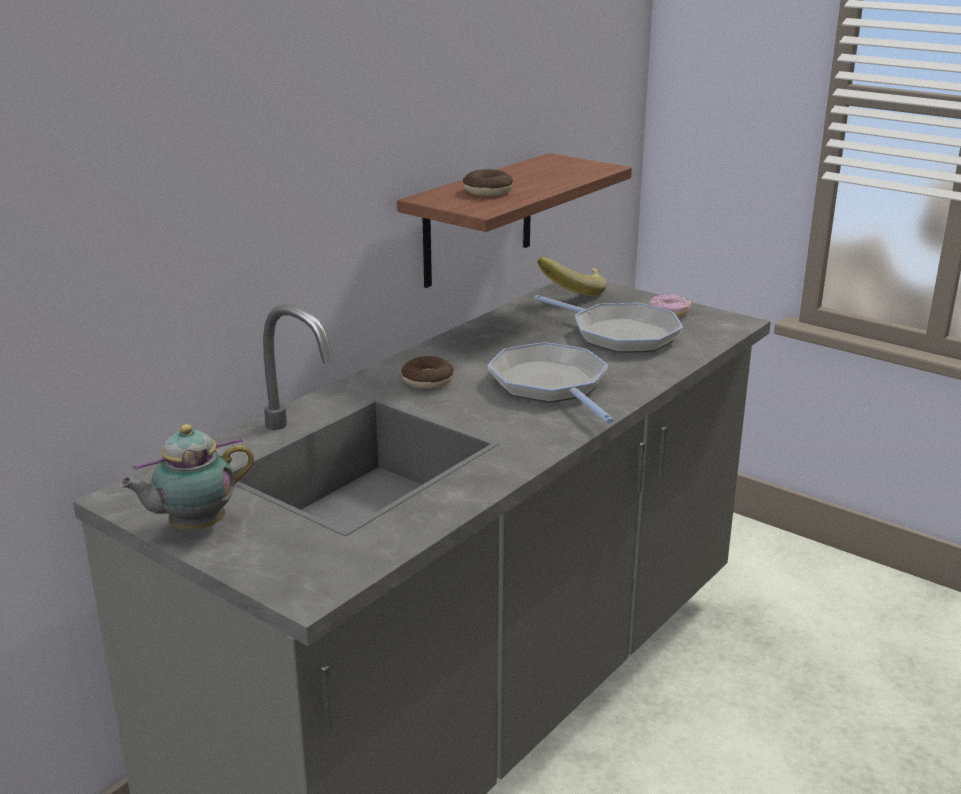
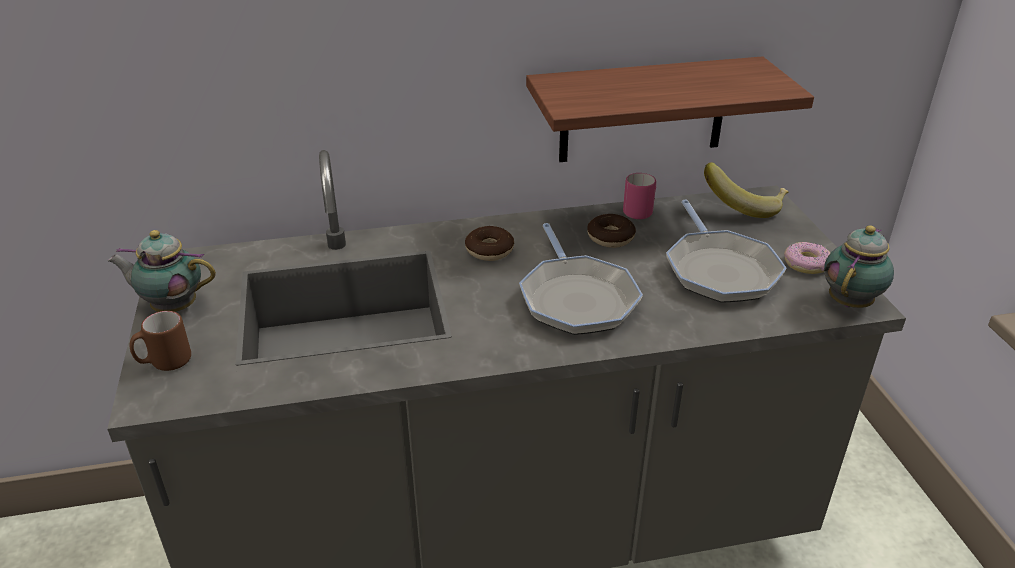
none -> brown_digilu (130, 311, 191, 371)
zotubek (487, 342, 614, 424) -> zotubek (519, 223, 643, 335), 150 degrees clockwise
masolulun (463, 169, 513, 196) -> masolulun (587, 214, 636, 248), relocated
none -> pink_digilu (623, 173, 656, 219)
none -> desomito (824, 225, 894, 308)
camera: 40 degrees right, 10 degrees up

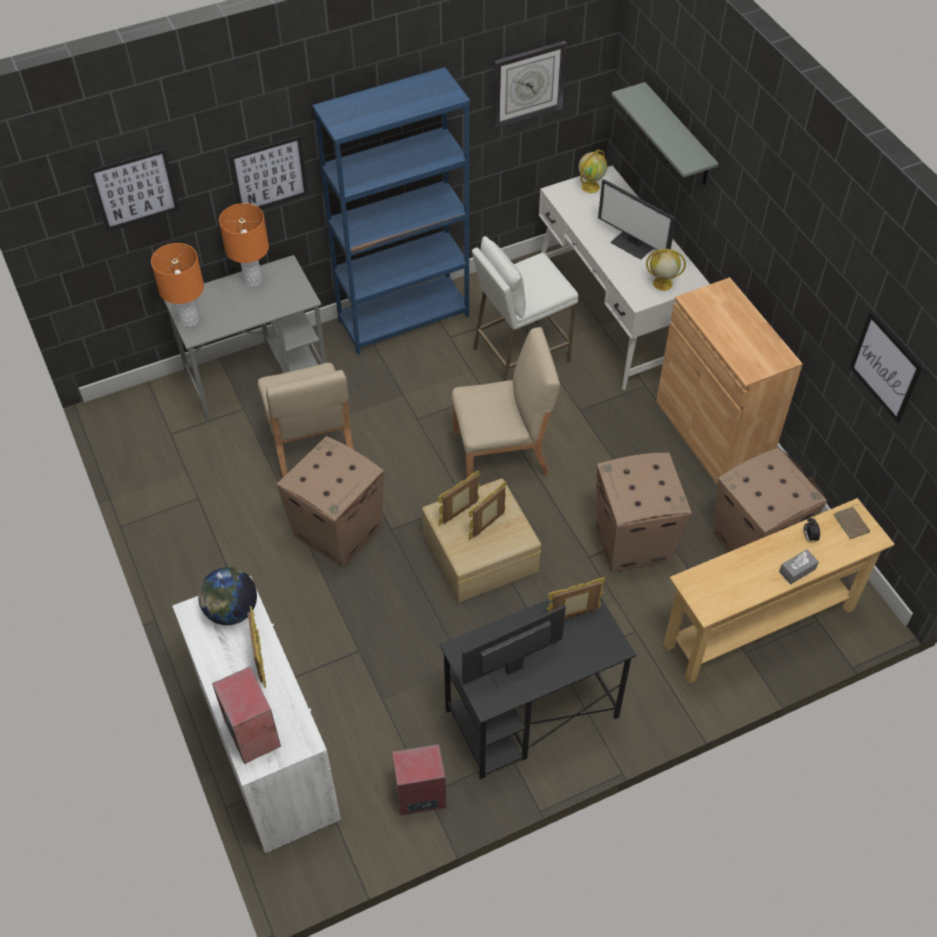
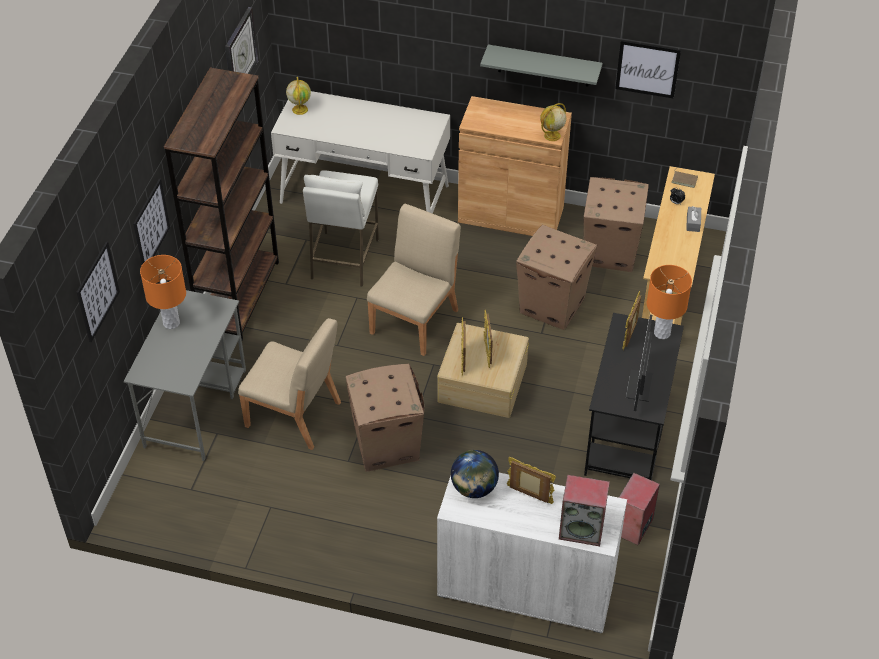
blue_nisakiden (313, 67, 470, 354) -> brown_nisakiden (164, 68, 279, 340)
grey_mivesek (612, 82, 719, 185) -> grey_mivesek (480, 45, 603, 87), relocated
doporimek (646, 249, 686, 291) -> doporimek (540, 103, 566, 141), relocated
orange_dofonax (151, 243, 204, 327) -> orange_dofonax (647, 265, 692, 339), relocated
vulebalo (598, 179, 676, 260) -> none
camera: 50 degrees left, 5 degrees down

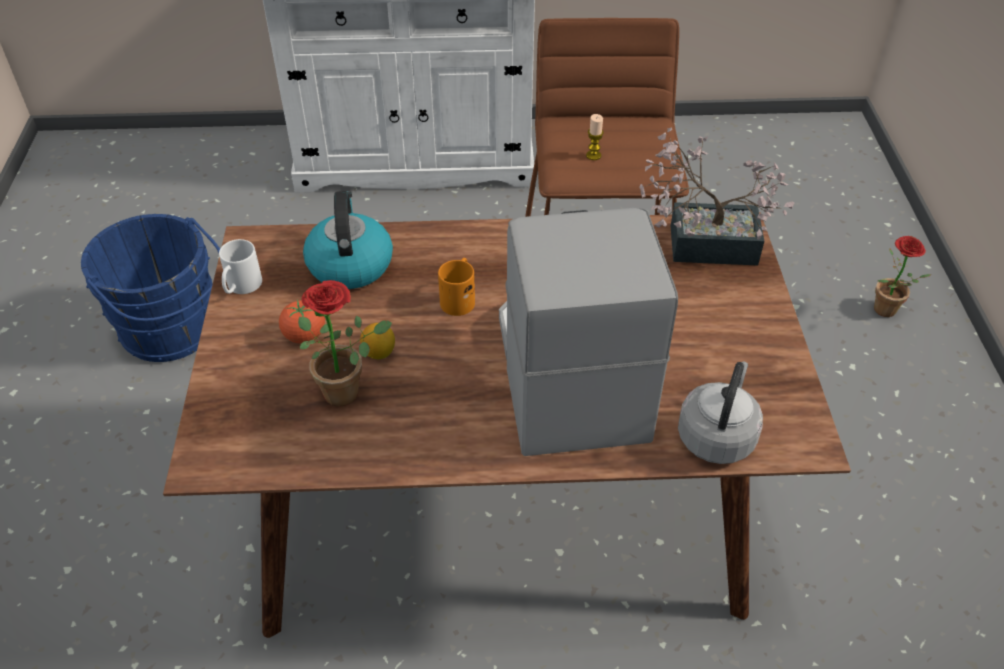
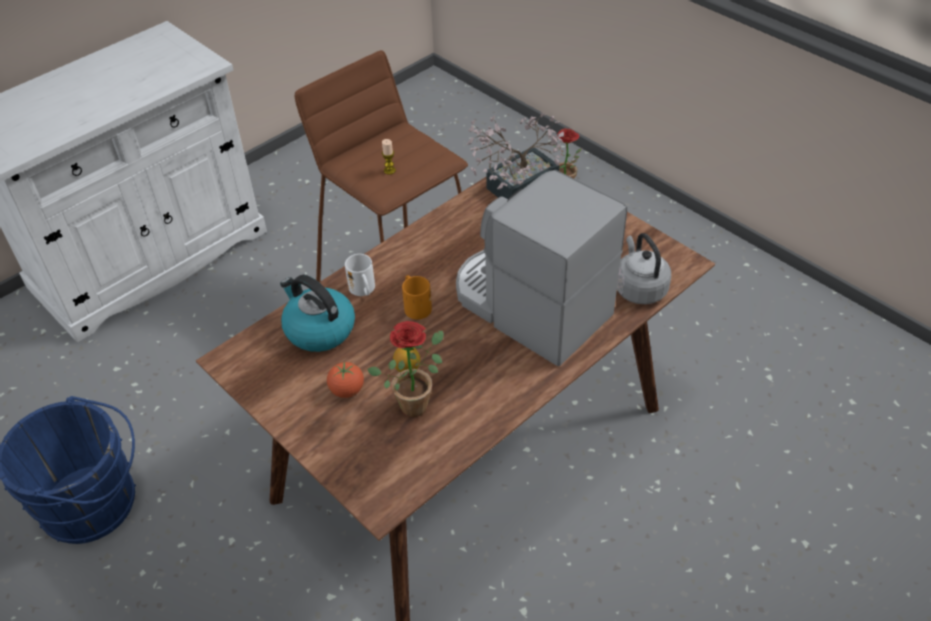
white_digilu (219, 239, 262, 294) -> white_digilu (345, 254, 375, 296), relocated
camera: 40 degrees left, 0 degrees up

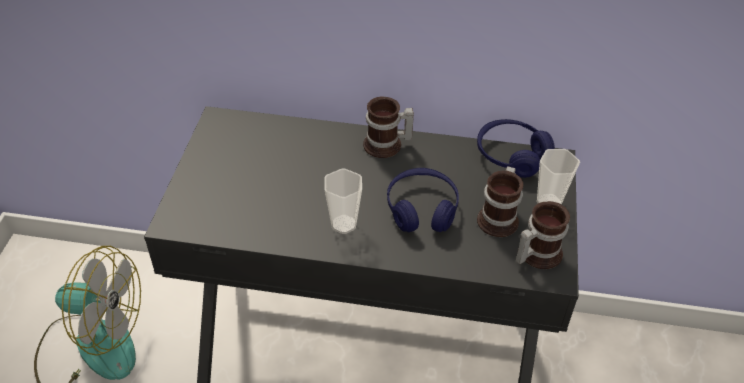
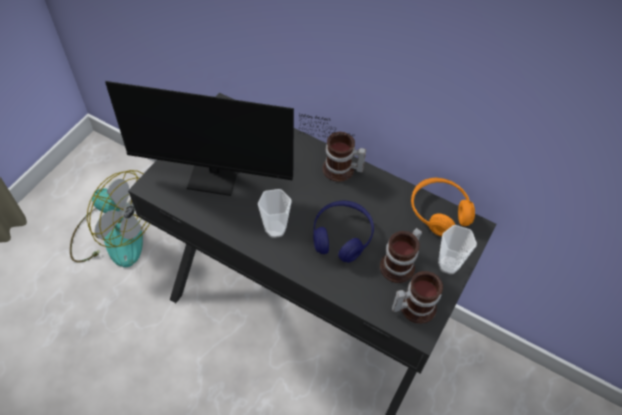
none -> vulebalo (105, 81, 353, 196)
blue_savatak (477, 119, 555, 178) -> orange_savatak (411, 178, 475, 237)
camera: 20 degrees right, 10 degrees up

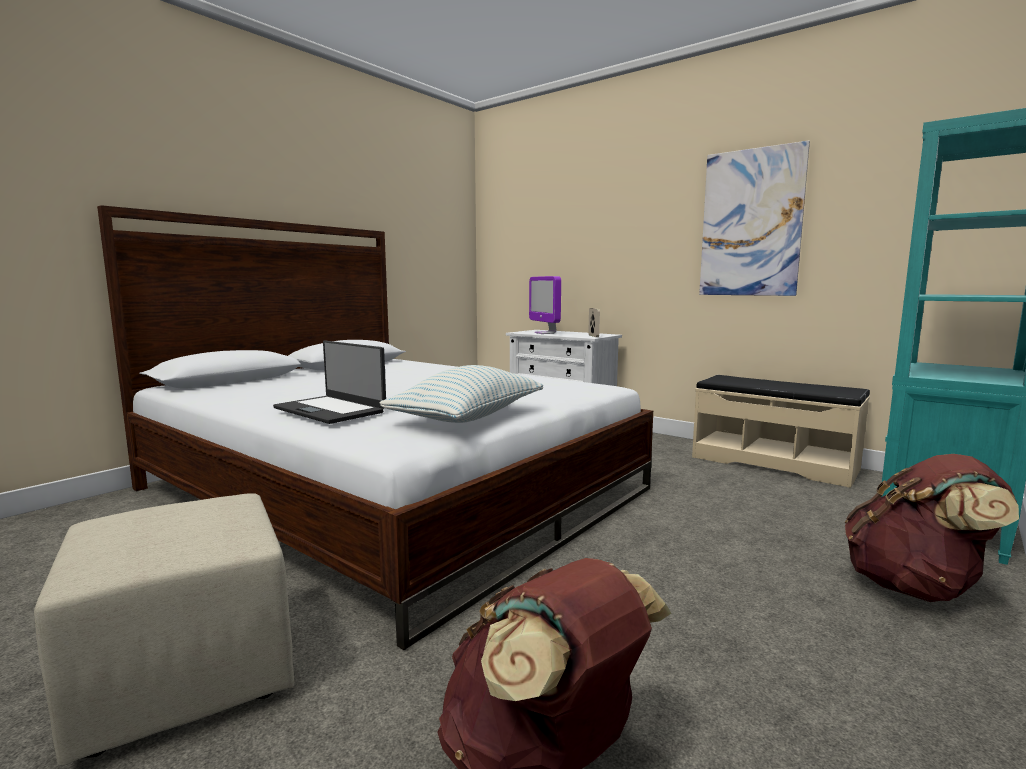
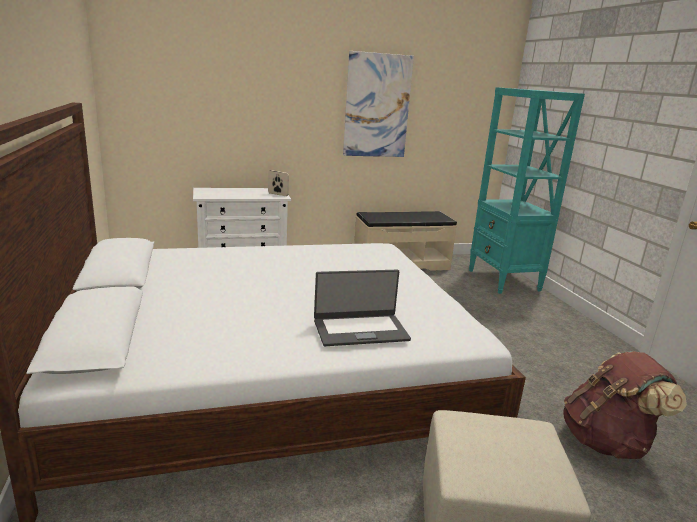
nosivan (380, 365, 543, 423) -> none
vulebalo (529, 276, 561, 334) -> none
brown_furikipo (845, 454, 1019, 602) -> none
camera: 55 degrees left, 10 degrees up

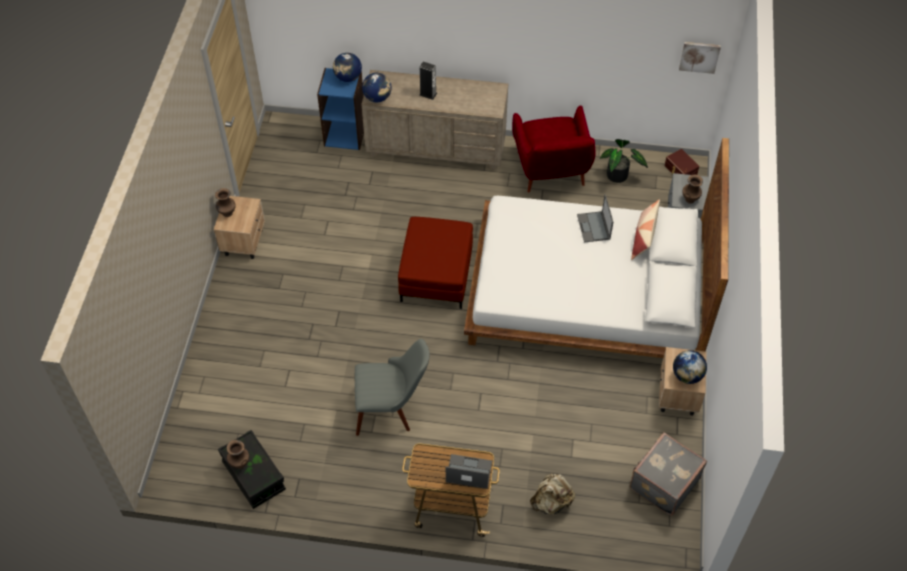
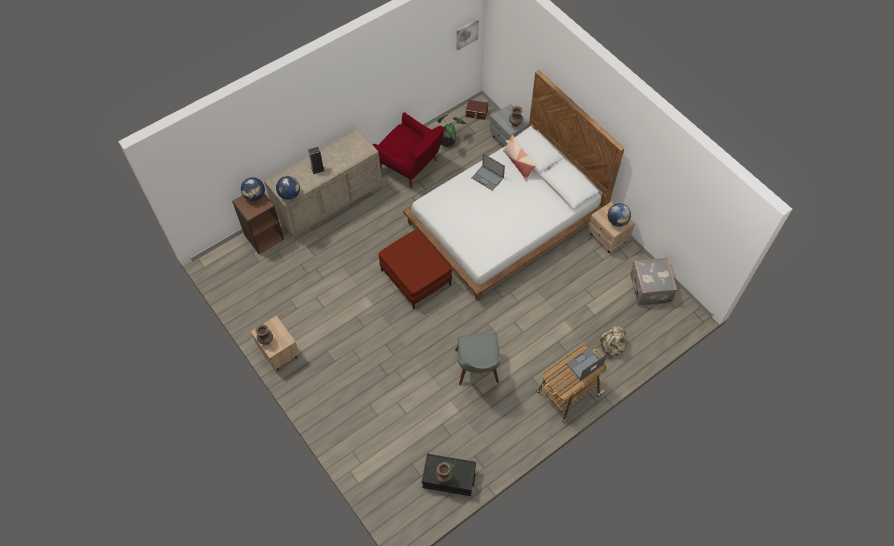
blue_nisakiden (317, 68, 364, 150) -> brown_nisakiden (232, 193, 284, 254)
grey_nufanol (355, 339, 430, 436) -> grey_nufanol (455, 334, 502, 385), 135 degrees clockwise
camera: 45 degrees left, 5 degrees up

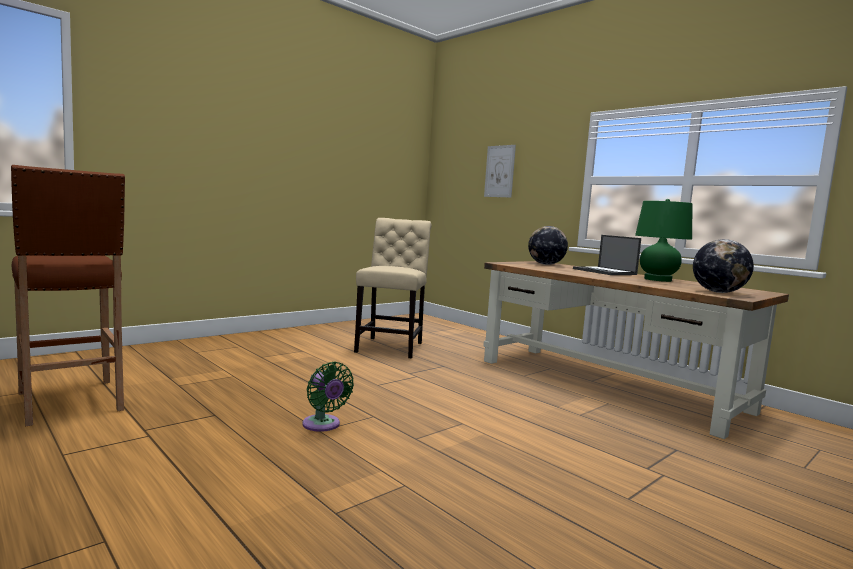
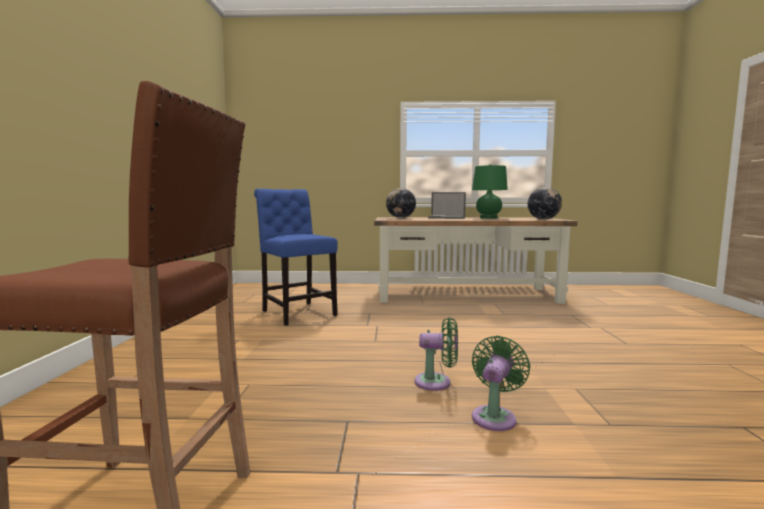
beige_nufanol (354, 218, 432, 359) -> blue_nufanol (254, 189, 338, 326)
none -> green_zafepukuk (472, 336, 530, 431)
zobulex (484, 145, 516, 198) -> none
camera: 45 degrees left, 0 degrees up

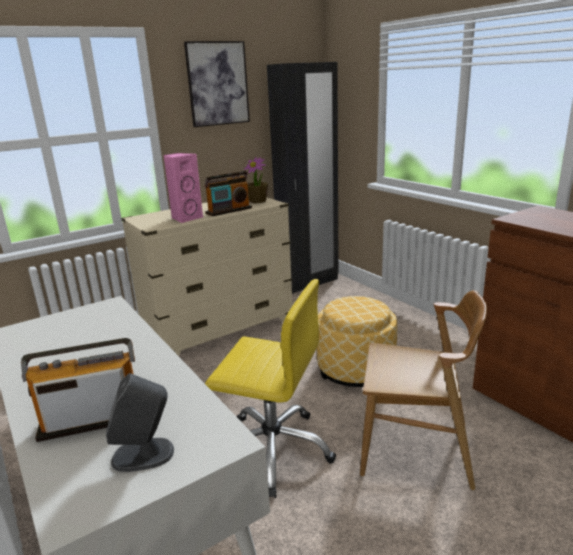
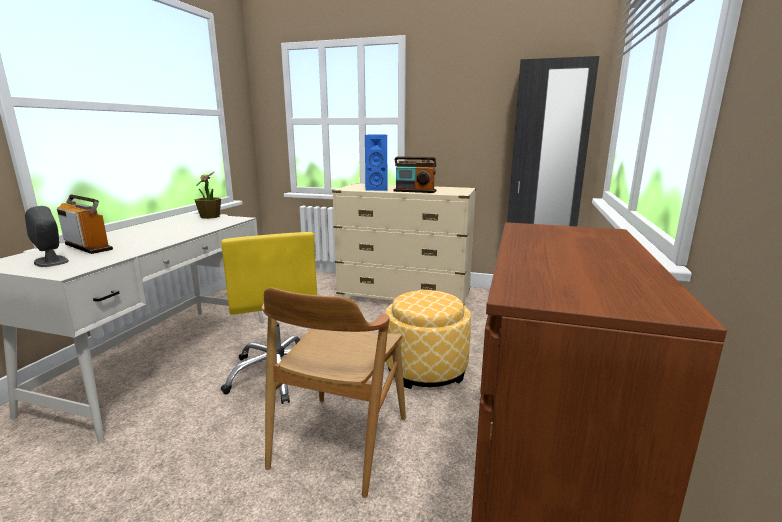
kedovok (244, 157, 268, 203) -> kedovok (194, 171, 221, 219), relocated
brown_nufanol (360, 290, 487, 490) -> brown_nufanol (262, 288, 406, 498), 45 degrees clockwise
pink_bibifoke (163, 153, 203, 223) -> blue_bibifoke (365, 134, 387, 191)
zobulex (184, 41, 250, 127) -> none
camera: 50 degrees right, 5 degrees down

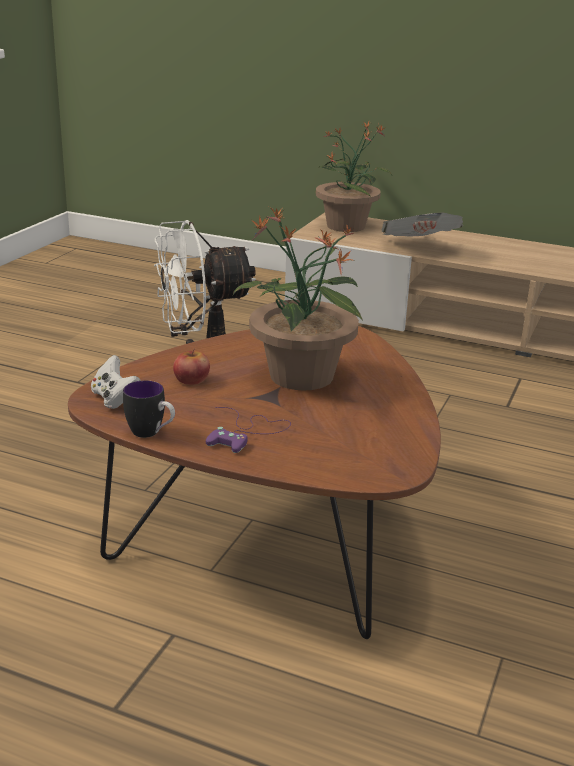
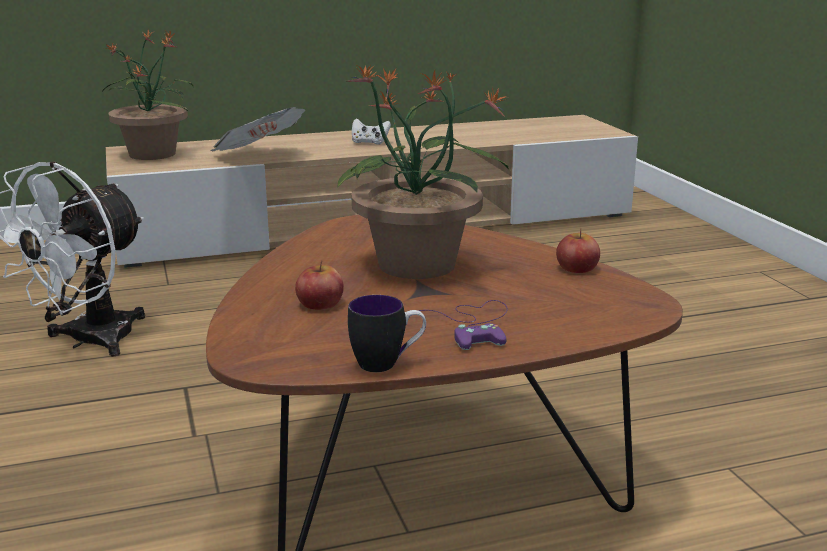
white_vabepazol (91, 355, 141, 409) -> white_vabepazol (352, 119, 391, 145), relocated
none -> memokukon (556, 228, 600, 273)
camera: 40 degrees left, 5 degrees down

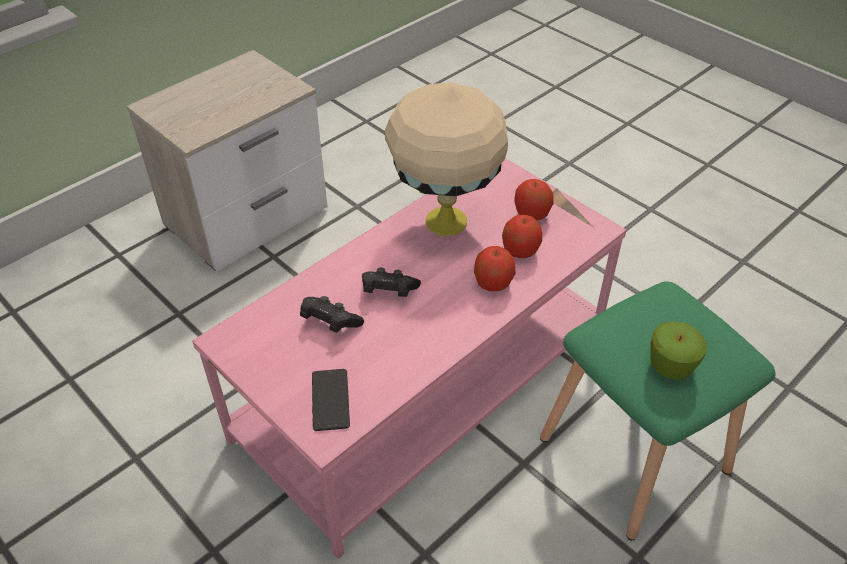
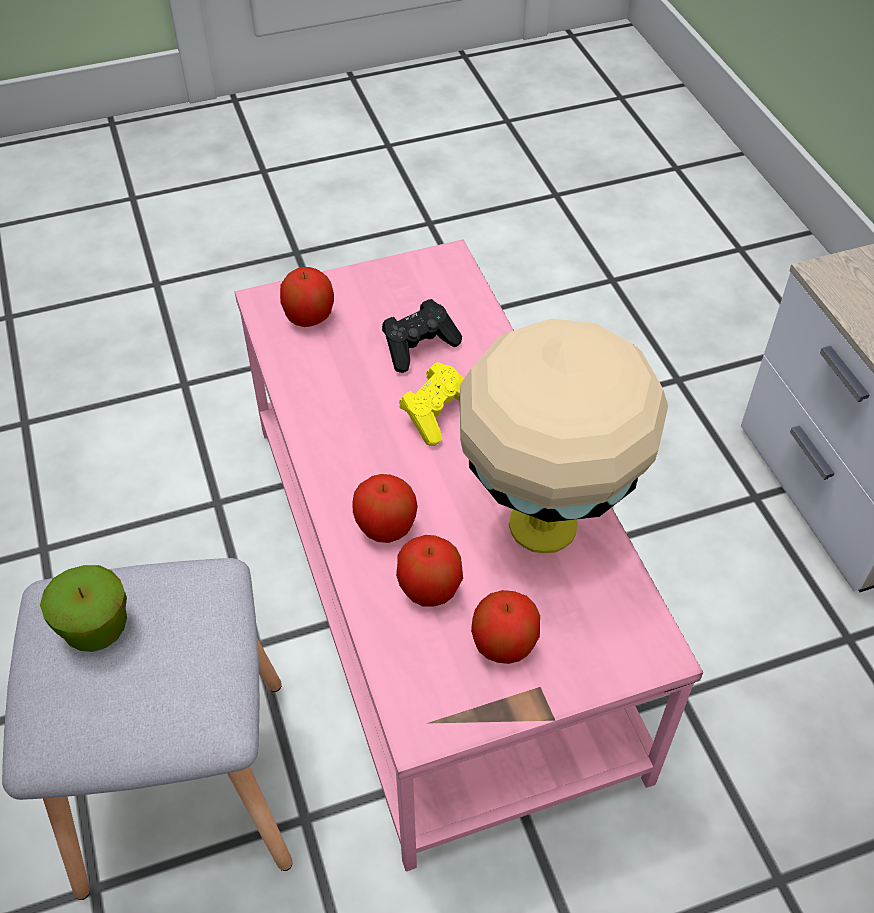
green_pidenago (540, 281, 776, 540) -> grey_pidenago (2, 558, 293, 900)
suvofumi (312, 369, 350, 431) -> memokukon (280, 267, 334, 327)
black_vabepazol (362, 268, 421, 297) -> yellow_vabepazol (399, 362, 464, 446)
camera: 115 degrees right, 5 degrees up

